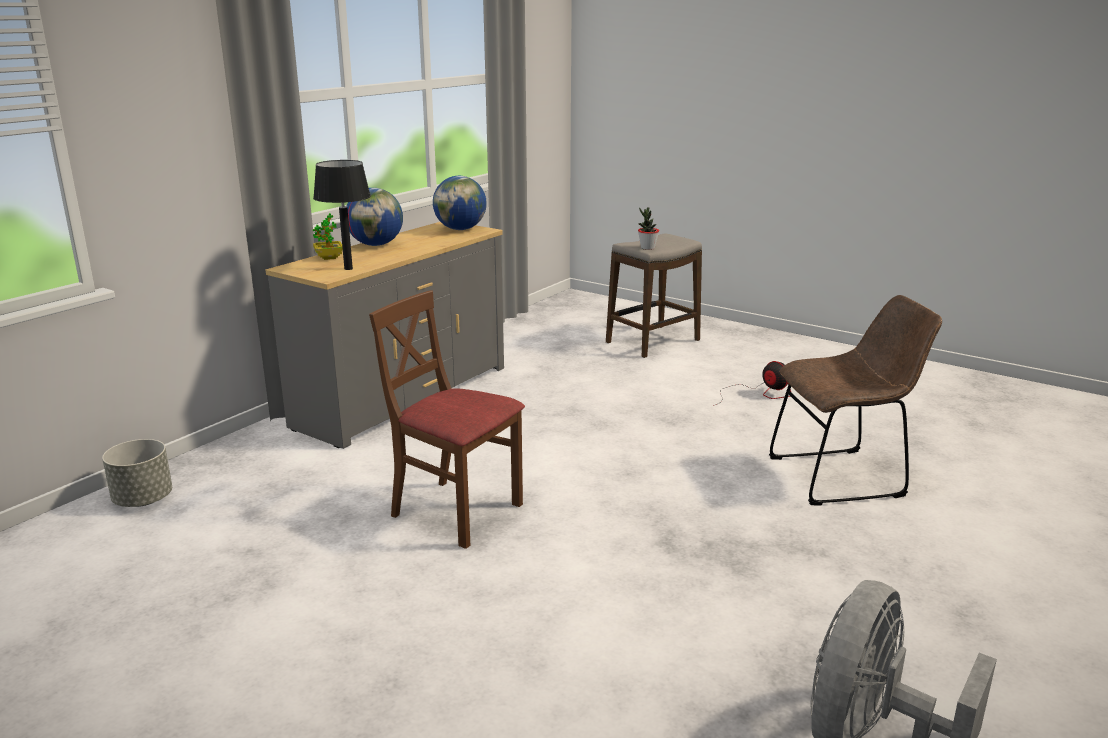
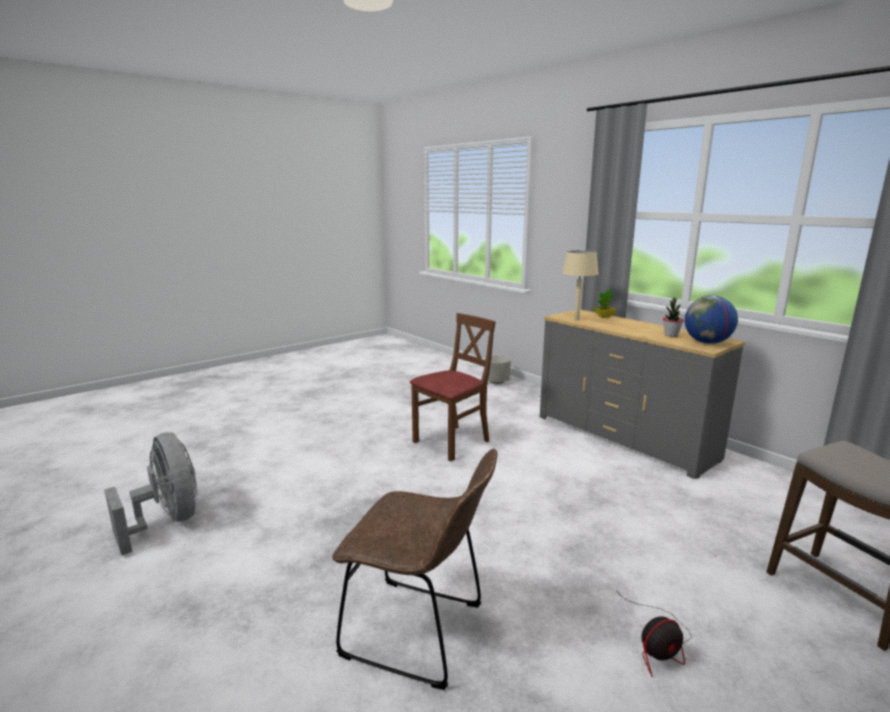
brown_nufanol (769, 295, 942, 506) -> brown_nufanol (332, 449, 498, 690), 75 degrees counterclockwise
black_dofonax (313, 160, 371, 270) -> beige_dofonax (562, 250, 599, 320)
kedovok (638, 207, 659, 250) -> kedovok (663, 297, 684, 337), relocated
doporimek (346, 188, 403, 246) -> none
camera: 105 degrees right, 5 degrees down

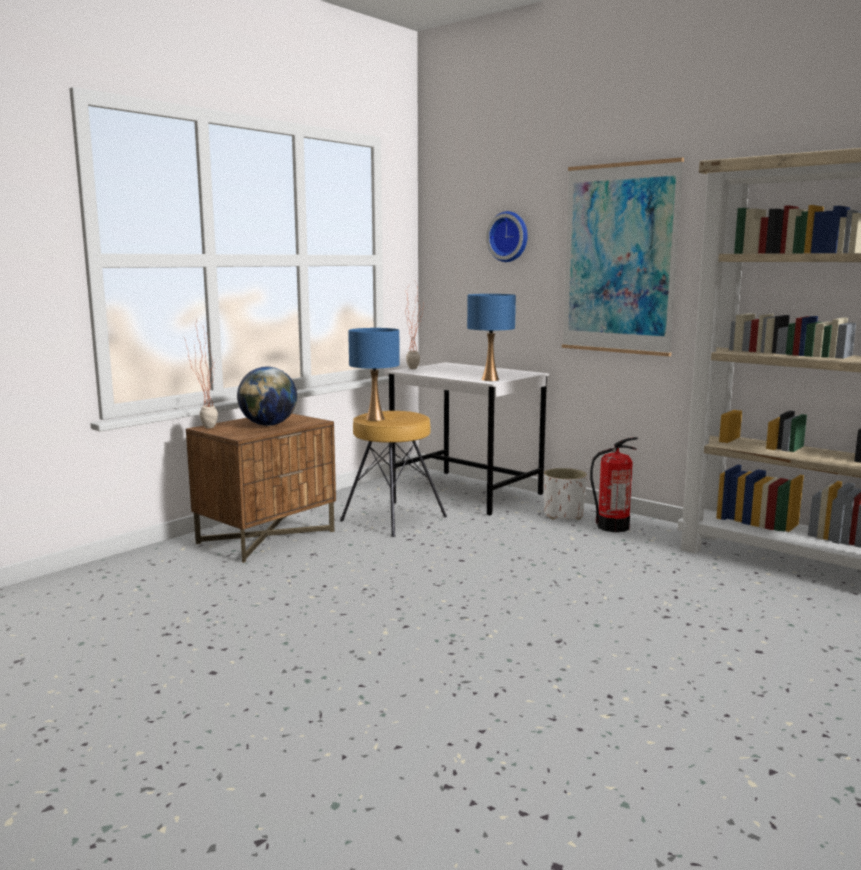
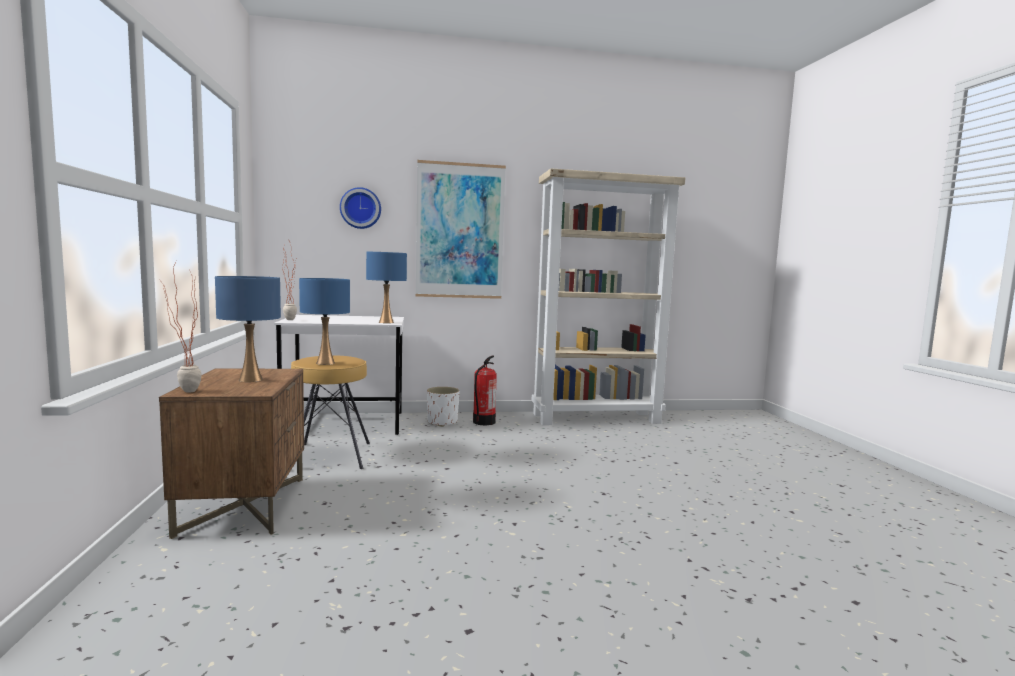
doporimek (237, 367, 297, 426) -> blue_dofonax (215, 276, 281, 382)
camera: 50 degrees left, 5 degrees down

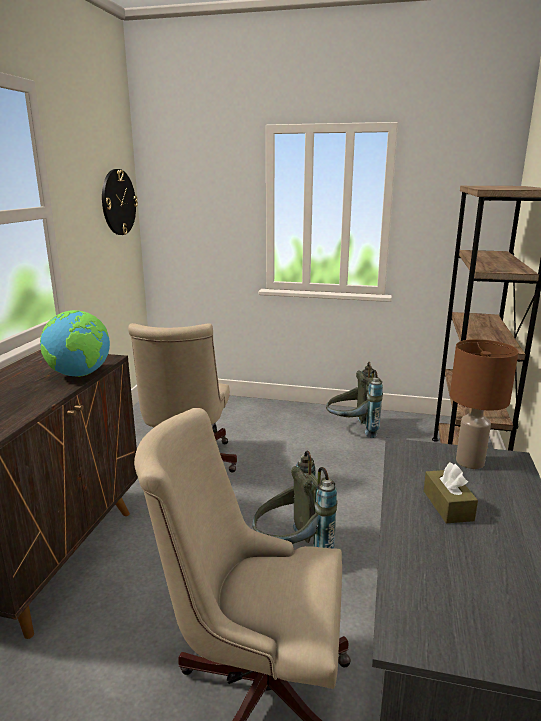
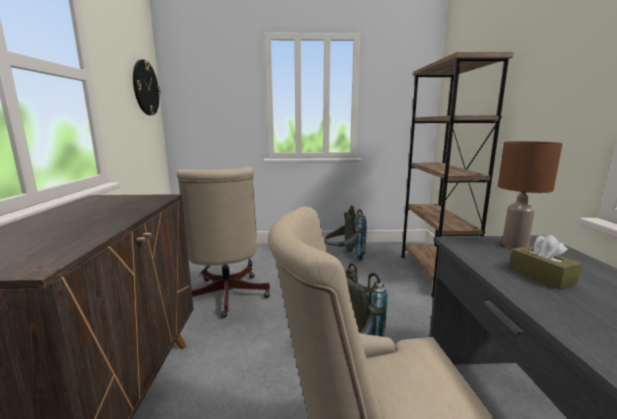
doporimek (40, 310, 110, 377) -> none
camera: 15 degrees left, 5 degrees down

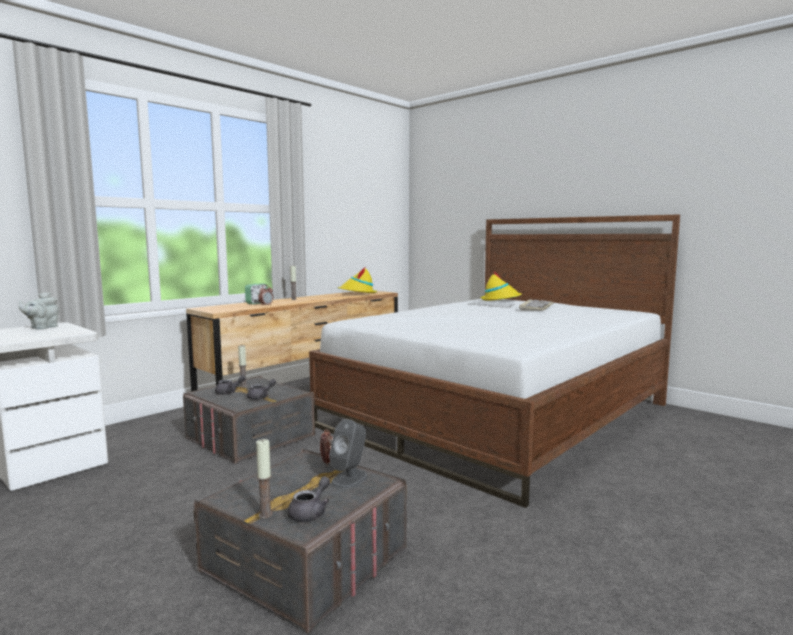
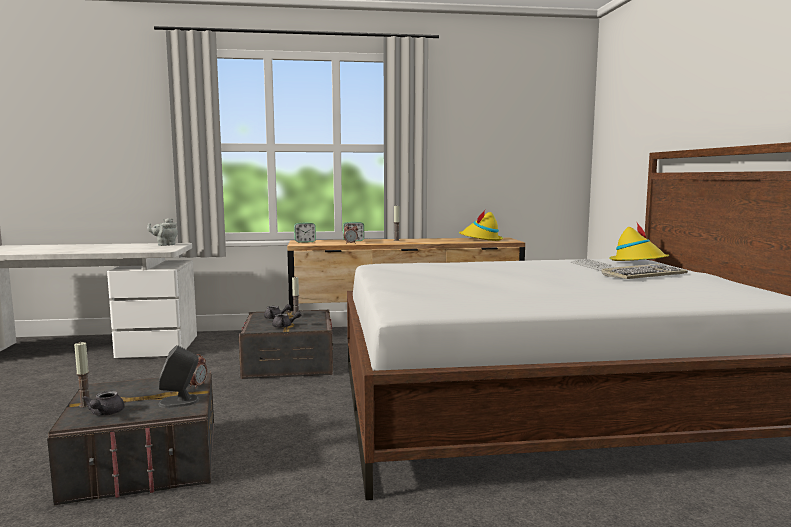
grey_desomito (287, 476, 330, 522) -> grey_desomito (82, 391, 125, 416), 105 degrees clockwise
none -> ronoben (294, 222, 316, 243)
camera: 40 degrees right, 0 degrees up

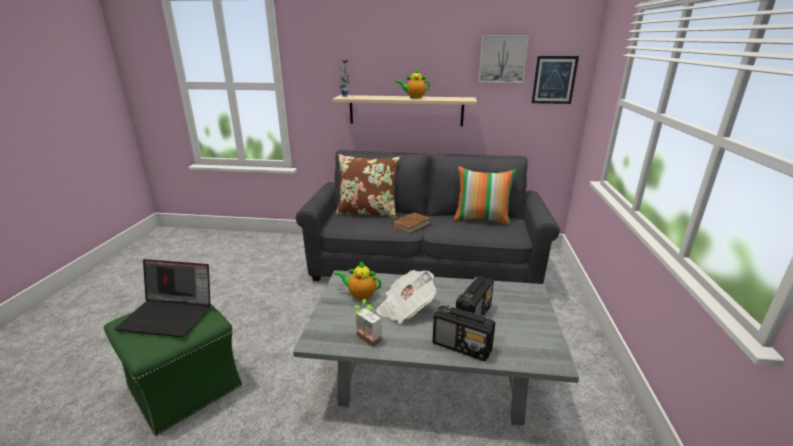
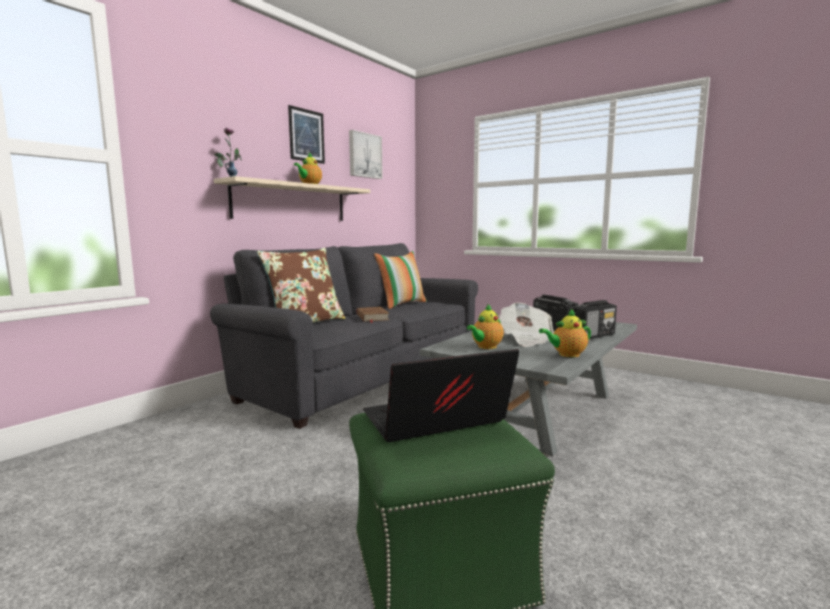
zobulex (531, 56, 579, 104) -> zobulex (288, 105, 325, 164), relocated
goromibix (114, 259, 210, 337) -> goromibix (363, 349, 519, 442), 150 degrees counterclockwise
kedovok (353, 299, 382, 347) -> desomito (539, 309, 591, 357)
camera: 60 degrees left, 15 degrees down

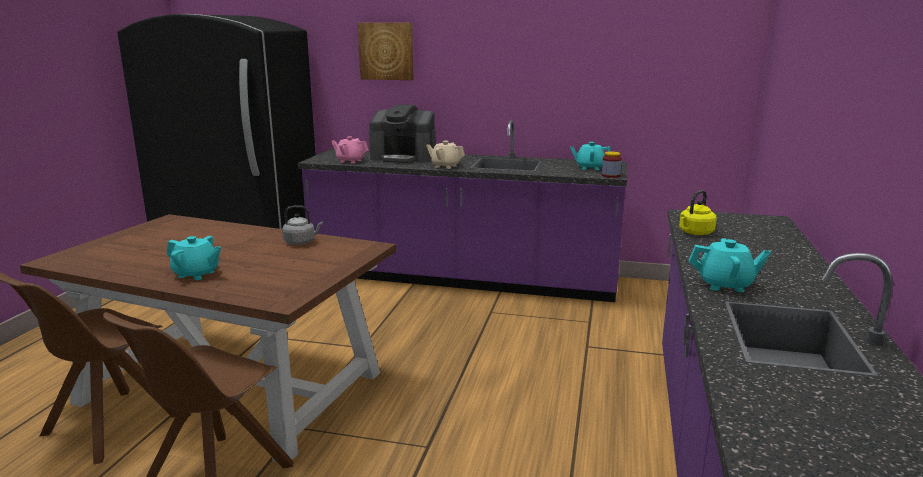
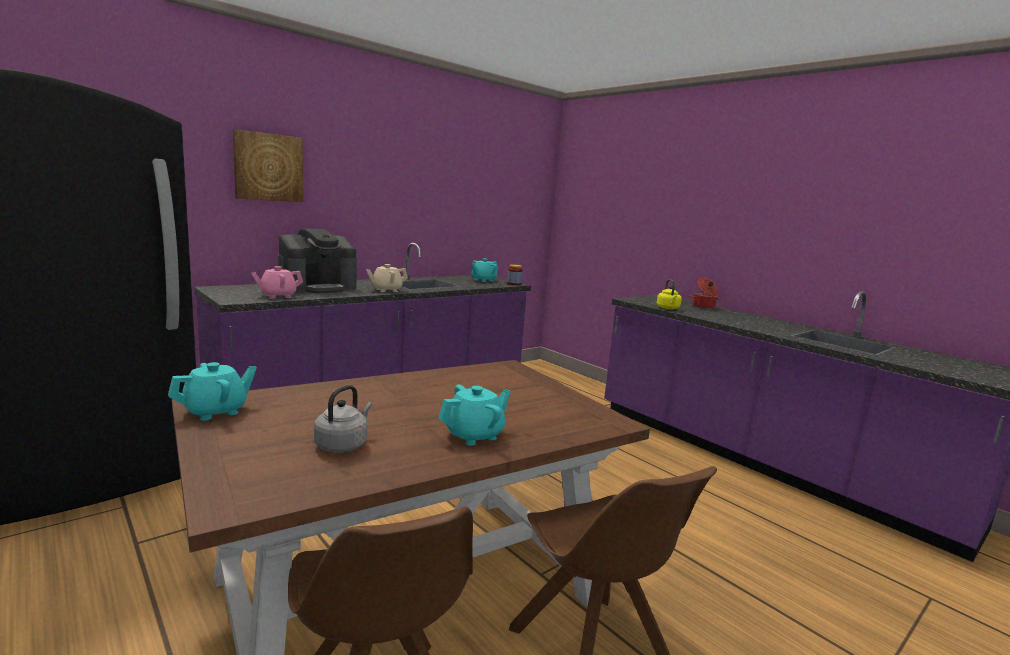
turquoise_desomito (689, 238, 771, 292) -> turquoise_desomito (168, 362, 257, 421), relocated
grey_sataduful (282, 205, 323, 245) -> grey_sataduful (314, 385, 372, 453), relocated
none -> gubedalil (690, 277, 721, 309)
camera: 55 degrees left, 5 degrees down

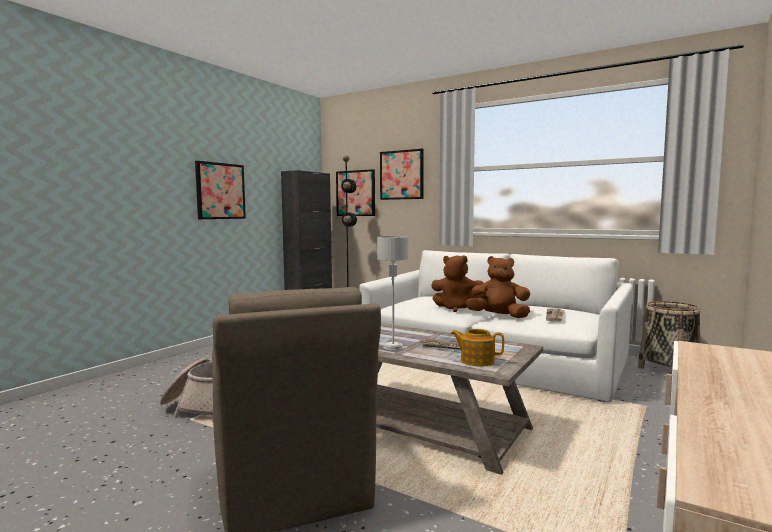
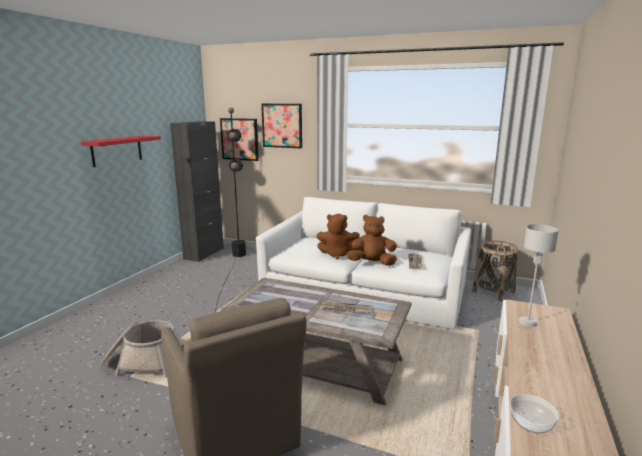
zobulex (195, 161, 246, 219) -> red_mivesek (81, 136, 161, 167)
none -> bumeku (510, 394, 559, 433)
grey_dofonax (377, 236, 408, 350) -> grey_dofonax (518, 224, 559, 327), relocated
desomito (451, 329, 504, 366) -> none
camera: 10 degrees left, 10 degrees up

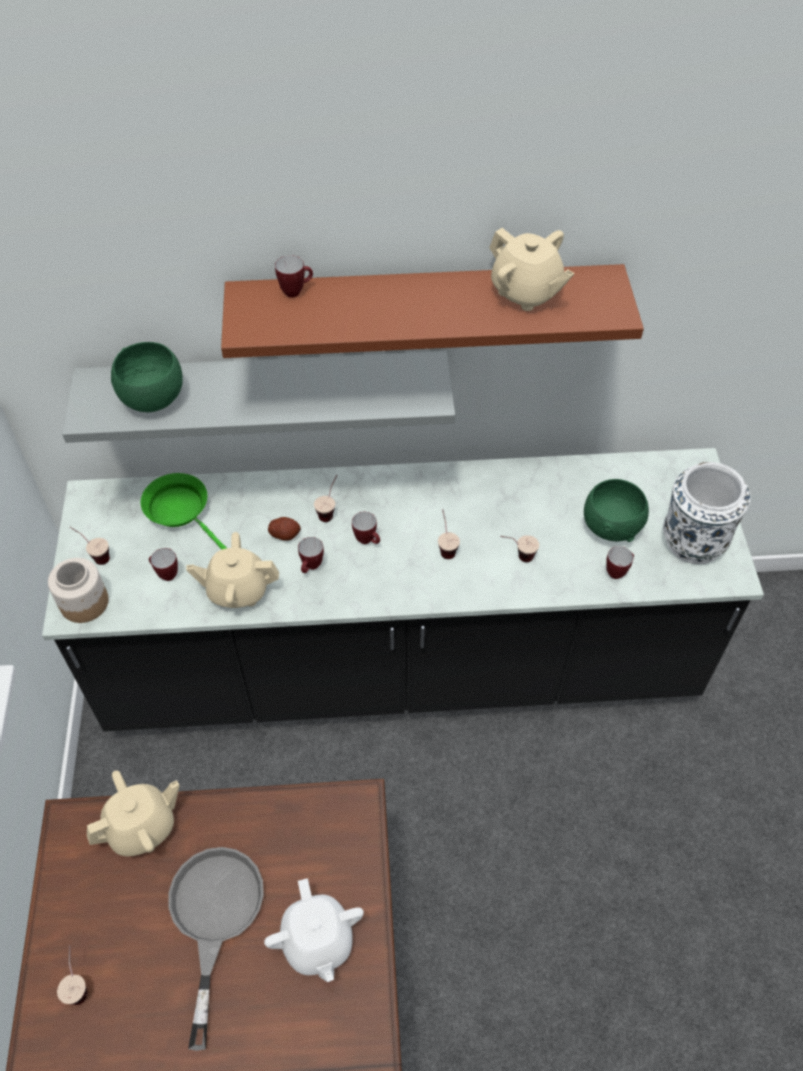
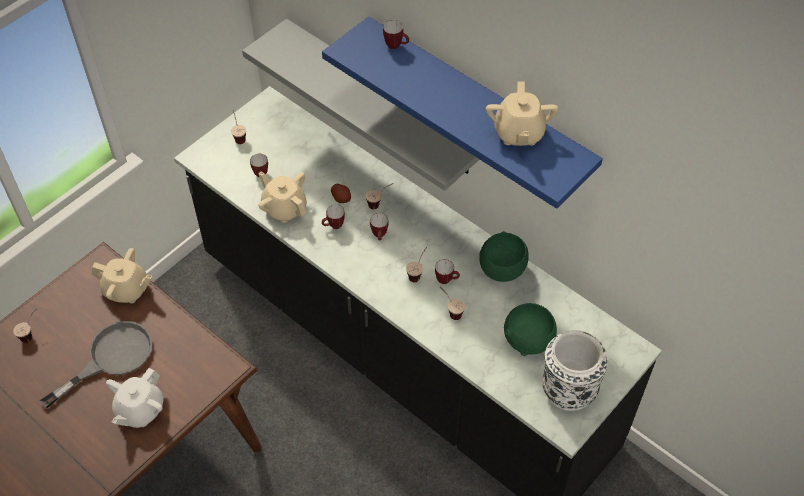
brown_mivesek (221, 264, 644, 358) -> blue_mivesek (322, 16, 603, 209)
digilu (606, 546, 634, 579) -> digilu (435, 259, 460, 284), relocated
green_bumeku (111, 342, 183, 412) -> green_bumeku (479, 231, 529, 282), relocated
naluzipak (48, 558, 109, 623) -> none
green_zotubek (141, 473, 227, 550) -> none
camera: 45 degrees right, 0 degrees up

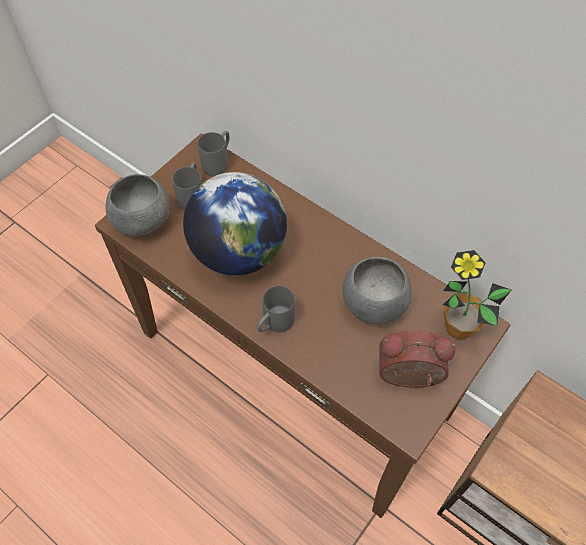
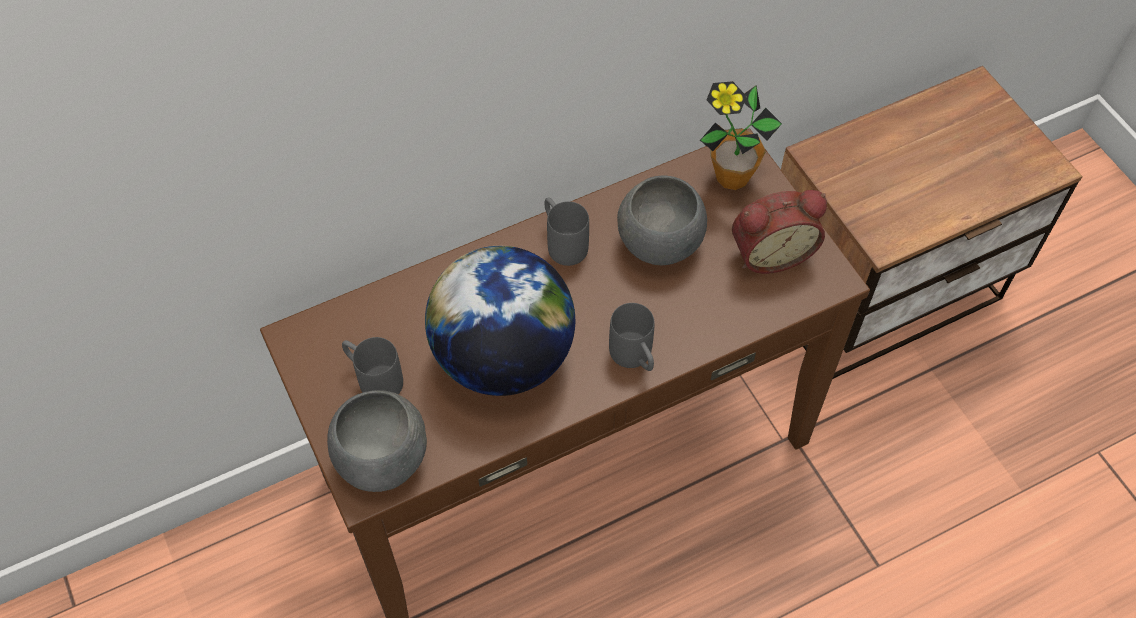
grey_digilu (198, 131, 230, 176) -> grey_digilu (545, 197, 589, 266), relocated
ronoben (379, 330, 456, 388) -> ronoben (732, 190, 827, 274), 135 degrees counterclockwise
camera: 65 degrees left, 0 degrees up

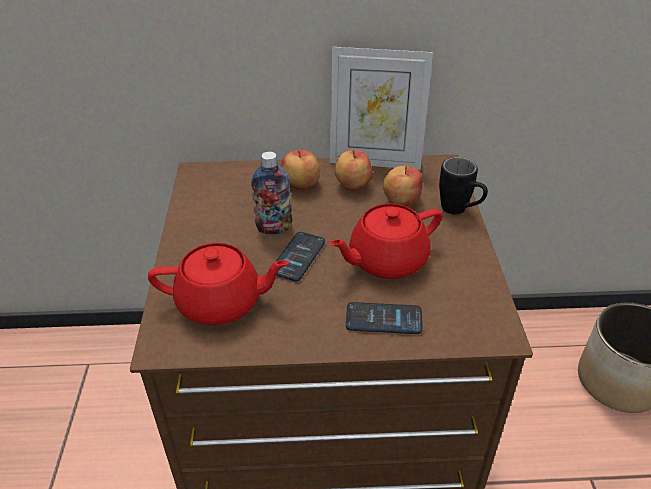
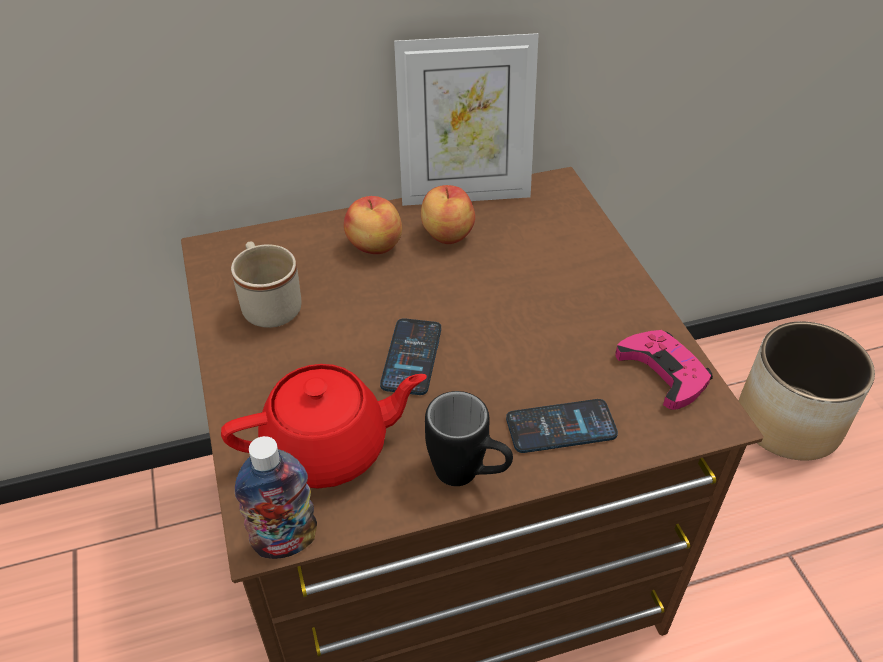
none -> beige_digilu (231, 241, 302, 328)
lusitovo (251, 152, 292, 234) -> lusitovo (235, 436, 317, 559), relocated
black_digilu (439, 157, 488, 215) -> black_digilu (425, 391, 513, 486), relocated
none -> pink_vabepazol (615, 330, 713, 410)
red_desomito (329, 203, 442, 279) -> none
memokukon (383, 165, 422, 207) -> none
camera: 15 degrees left, 5 degrees up

